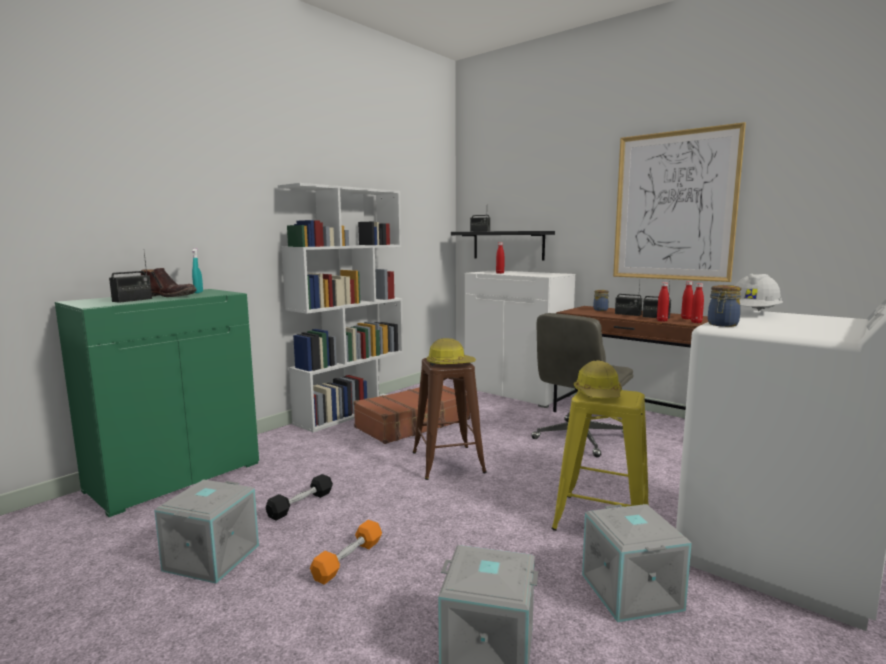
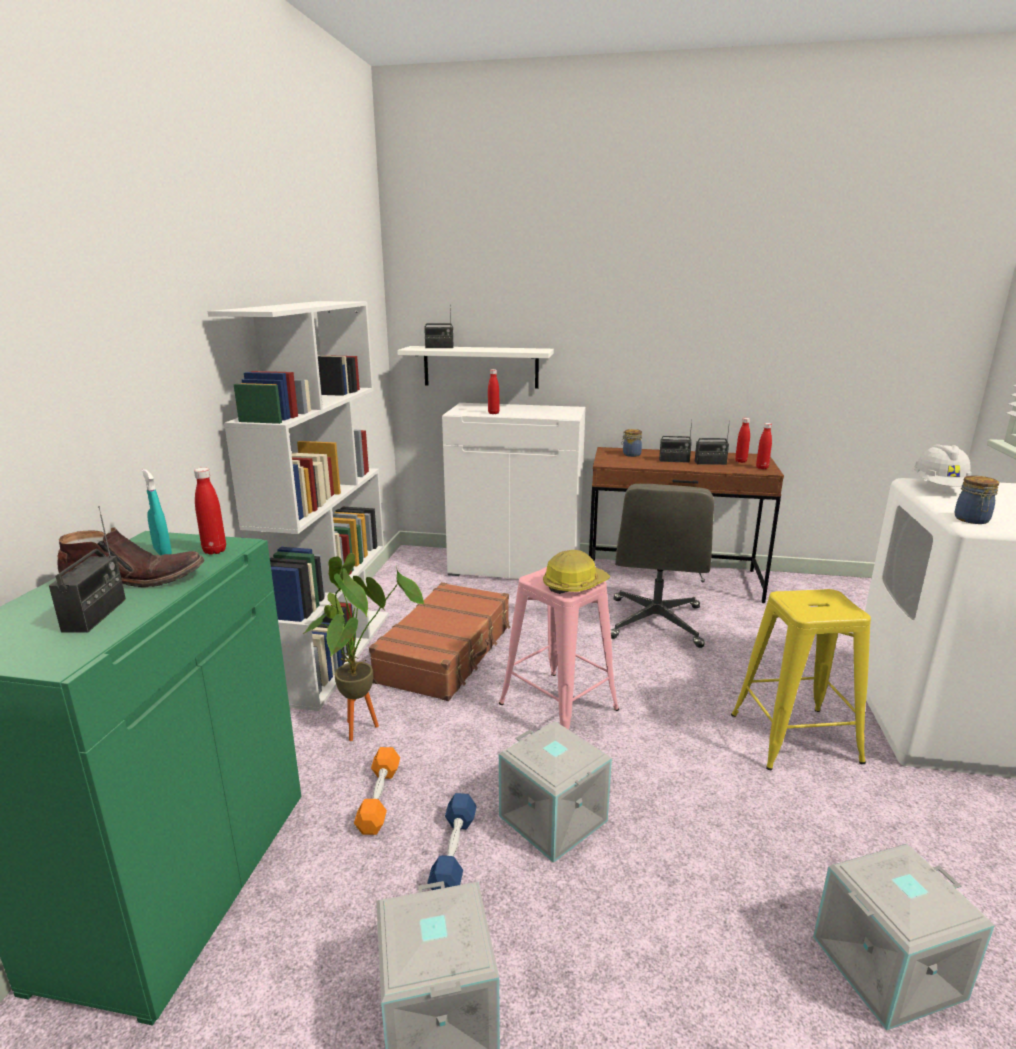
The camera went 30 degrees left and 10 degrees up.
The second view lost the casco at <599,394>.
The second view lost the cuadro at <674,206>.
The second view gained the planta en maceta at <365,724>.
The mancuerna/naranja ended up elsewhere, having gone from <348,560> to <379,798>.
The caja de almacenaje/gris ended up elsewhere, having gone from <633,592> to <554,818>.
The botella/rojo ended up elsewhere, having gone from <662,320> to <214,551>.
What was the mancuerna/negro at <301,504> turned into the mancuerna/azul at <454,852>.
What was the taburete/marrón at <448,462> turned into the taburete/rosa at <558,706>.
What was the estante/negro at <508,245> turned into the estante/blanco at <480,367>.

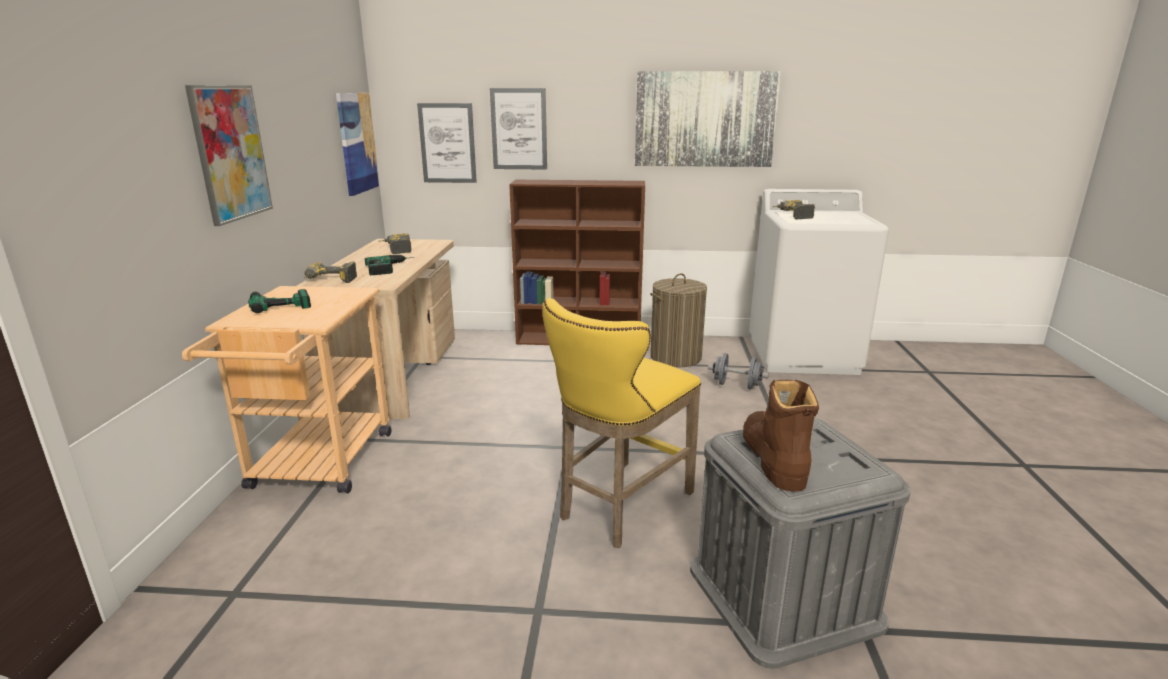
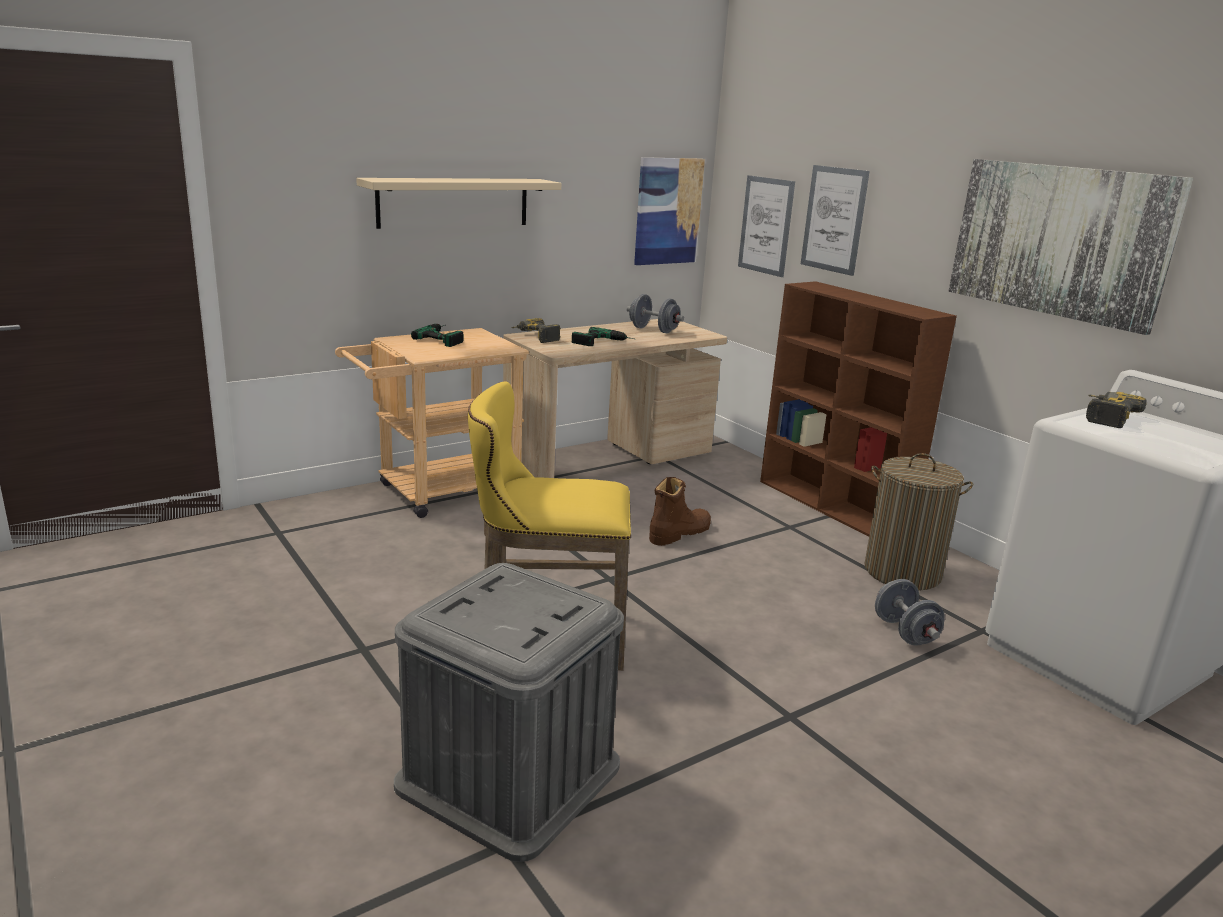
The camera went 50 degrees right and 0 degrees up.
The bota/marrón ended up elsewhere, having gone from <773,458> to <679,533>.
Where the cuadro hung at <230,153>, the estante/beis came to hang at <454,202>.
Where the taladro stood at <395,249>, the mancuerna/gris came to stand at <653,330>.

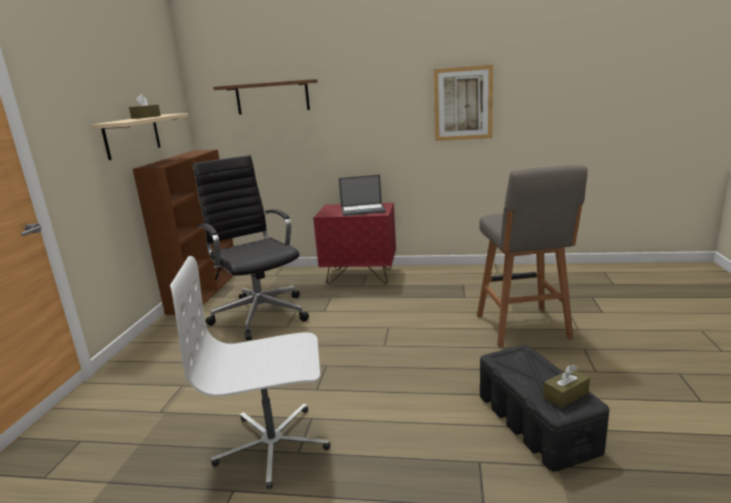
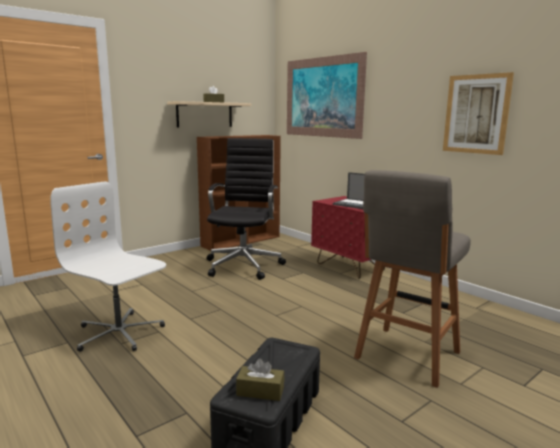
The camera went 40 degrees right and 5 degrees down.
Where the estante/marrón hung at <272,97>, the cuadro came to hang at <323,97>.

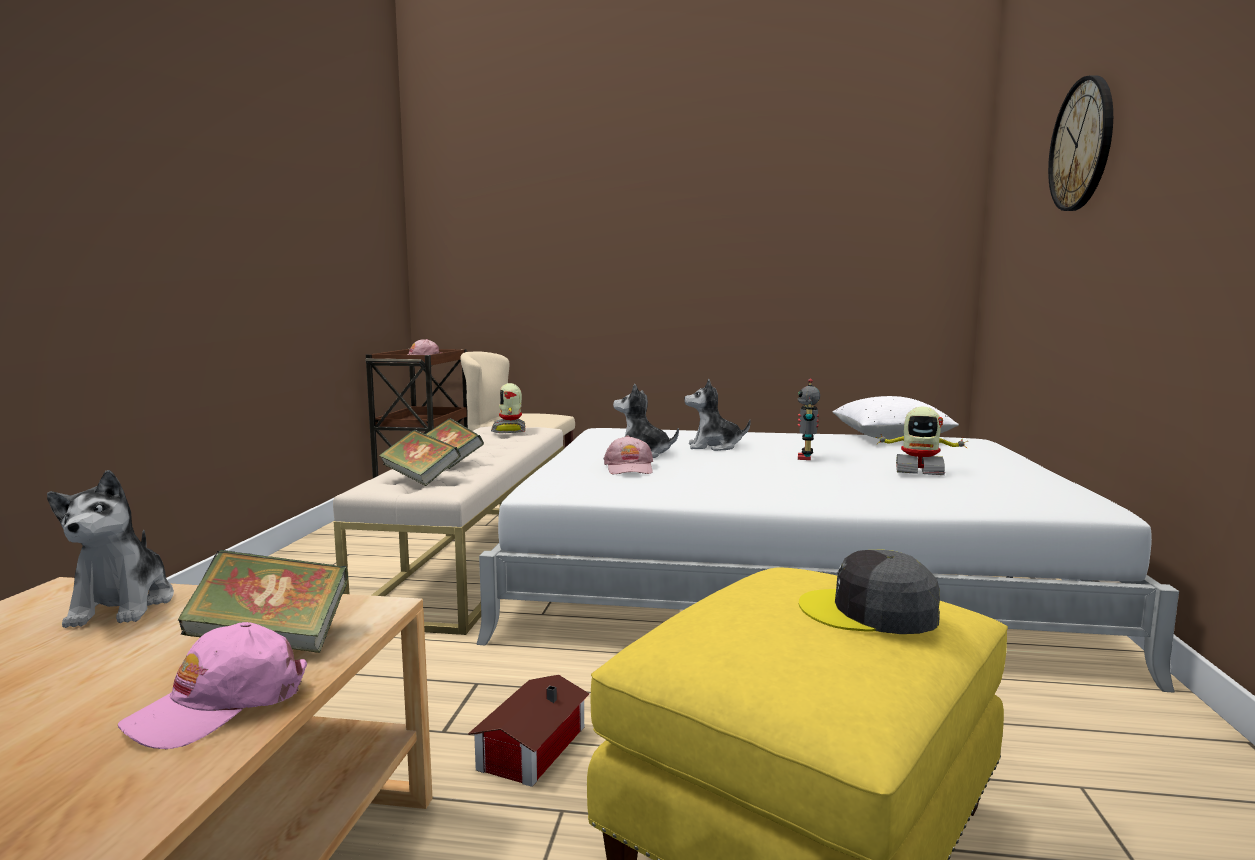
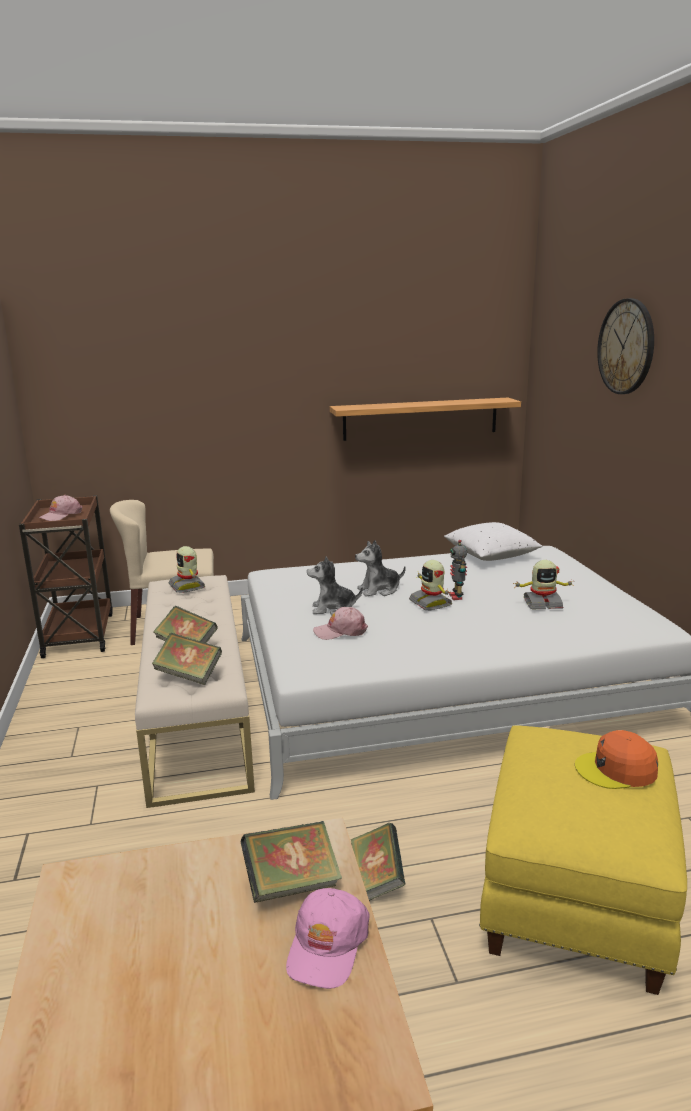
The camera went 20 degrees left and 10 degrees up.
The second view lost the peluche at <122,605>.
The second view gained the estante at <420,419>.
The second view gained the robot de juguete at <431,603>.
Where the casita stood at <528,748>, the libro came to stand at <376,879>.
What was the gorra/gris at <870,612> turned into the gorra/naranja at <616,769>.
The gorra/rosa at <629,468> ended up facing another way, 105 degrees clockwise from before.

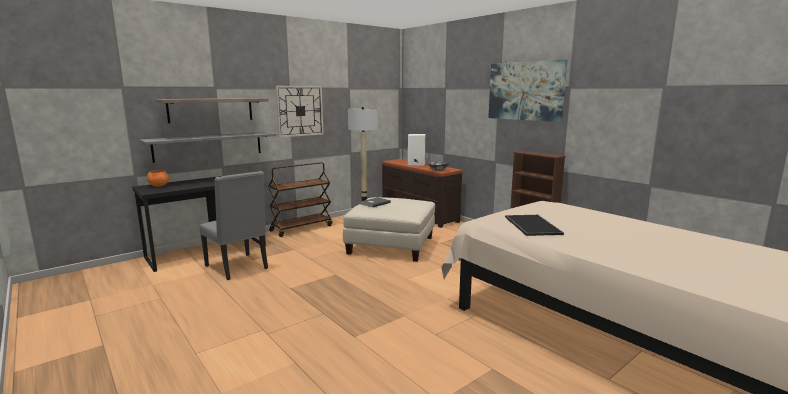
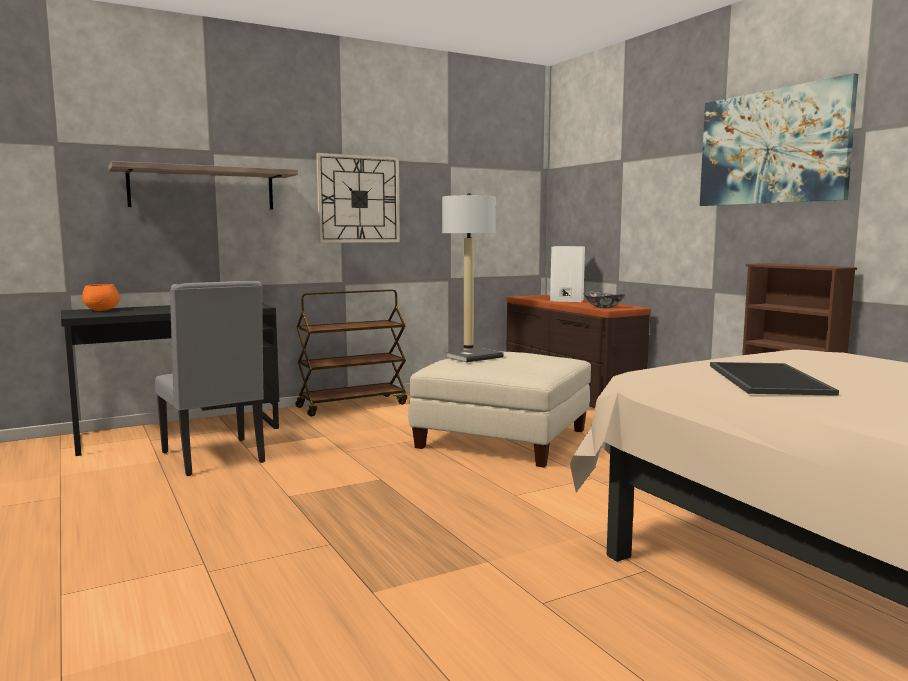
The camera went 10 degrees right and 5 degrees down.
The second view lost the estante/gris at <209,146>.

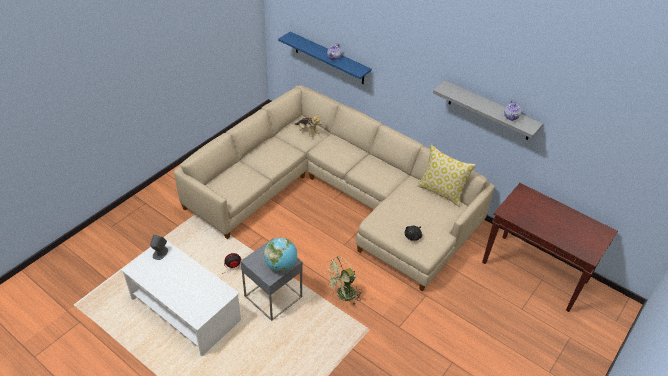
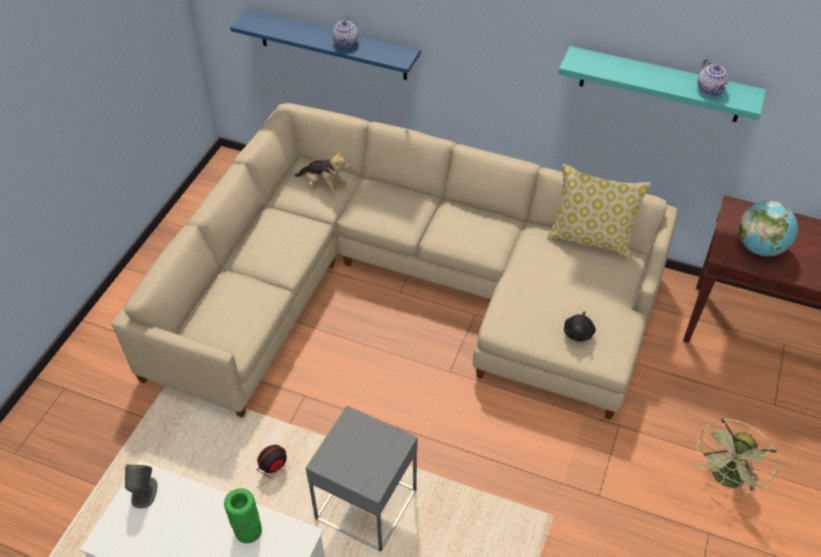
The camera went 15 degrees left and 5 degrees up.
The second view gained the florero/verde at <248,530>.
The globo terráqueo ended up elsewhere, having gone from <281,265> to <759,247>.
The ventilador/verde ended up elsewhere, having gone from <343,296> to <726,479>.
What was the estante/gris at <489,111> turned into the estante/turquesa at <660,85>.

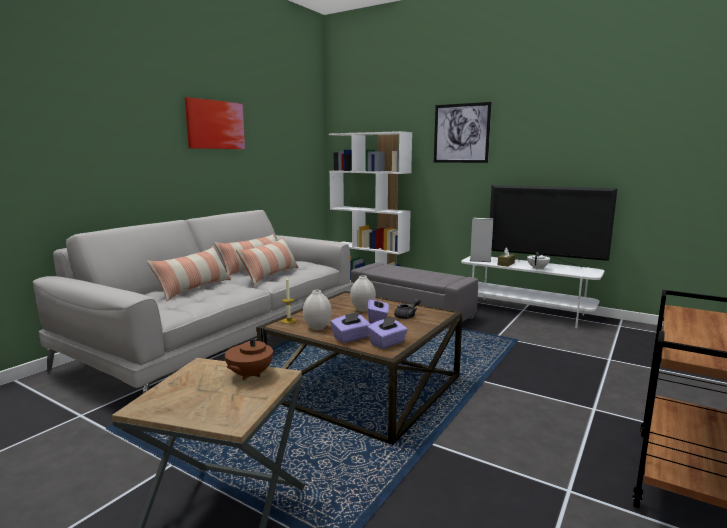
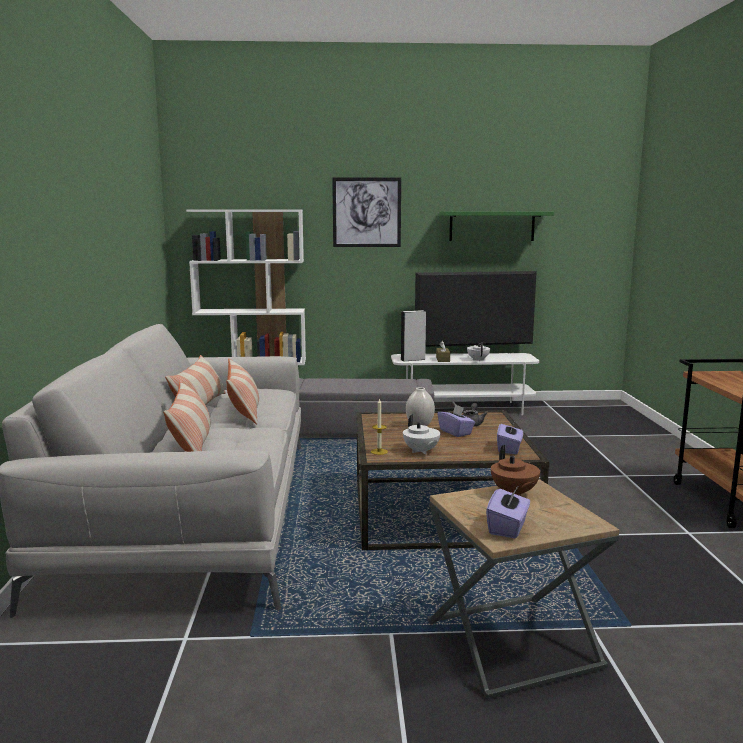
The camera went 35 degrees left and 0 degrees up.
The second view lost the cuadro at <215,125>.
The second view gained the estante/verde at <492,226>.
The caja de pañuelos/morado ended up elsewhere, having gone from <351,338> to <508,528>.
Where the florero/blanco stood at <317,328>, the tetera/blanco came to stand at <421,451>.

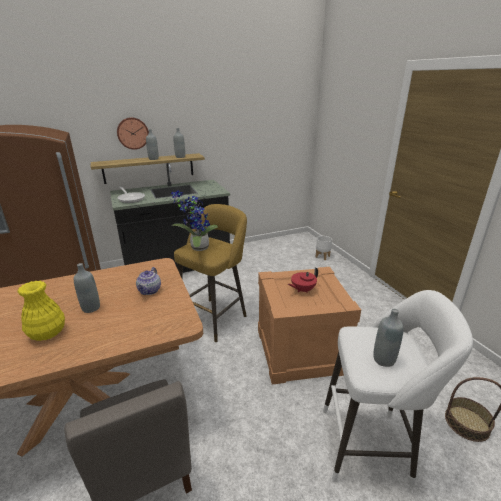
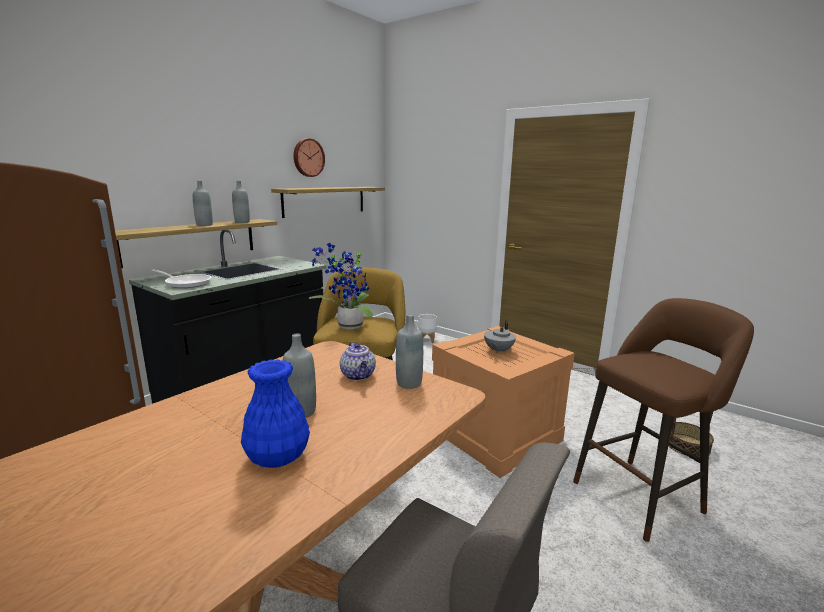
The camera went 30 degrees left and 10 degrees down.
The second view gained the estante at <325,201>.
The reloj de pared ended up elsewhere, having gone from <132,133> to <308,157>.
The botella/gris ended up elsewhere, having gone from <383,359> to <409,383>.
What was the florero/amarillo at <47,333> turned into the florero/azul at <276,457>.
What was the tetera/rojo at <302,290> turned into the tetera/gris at <498,350>.
What was the taburete/blanco at <370,445> turned into the taburete/marrón at <642,495>.

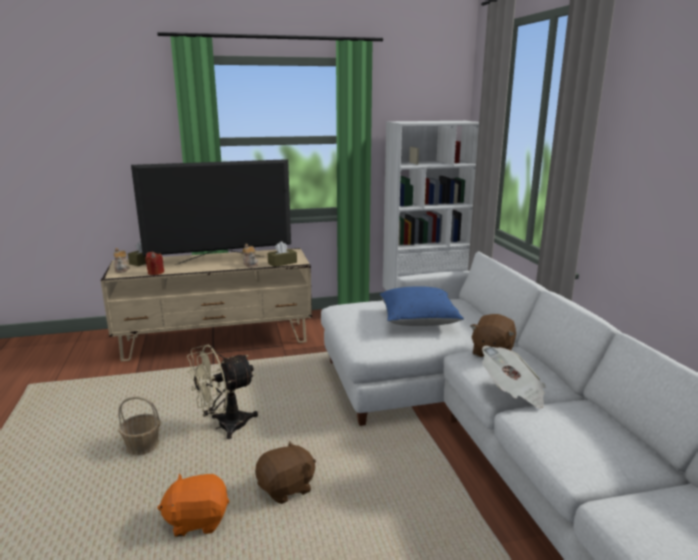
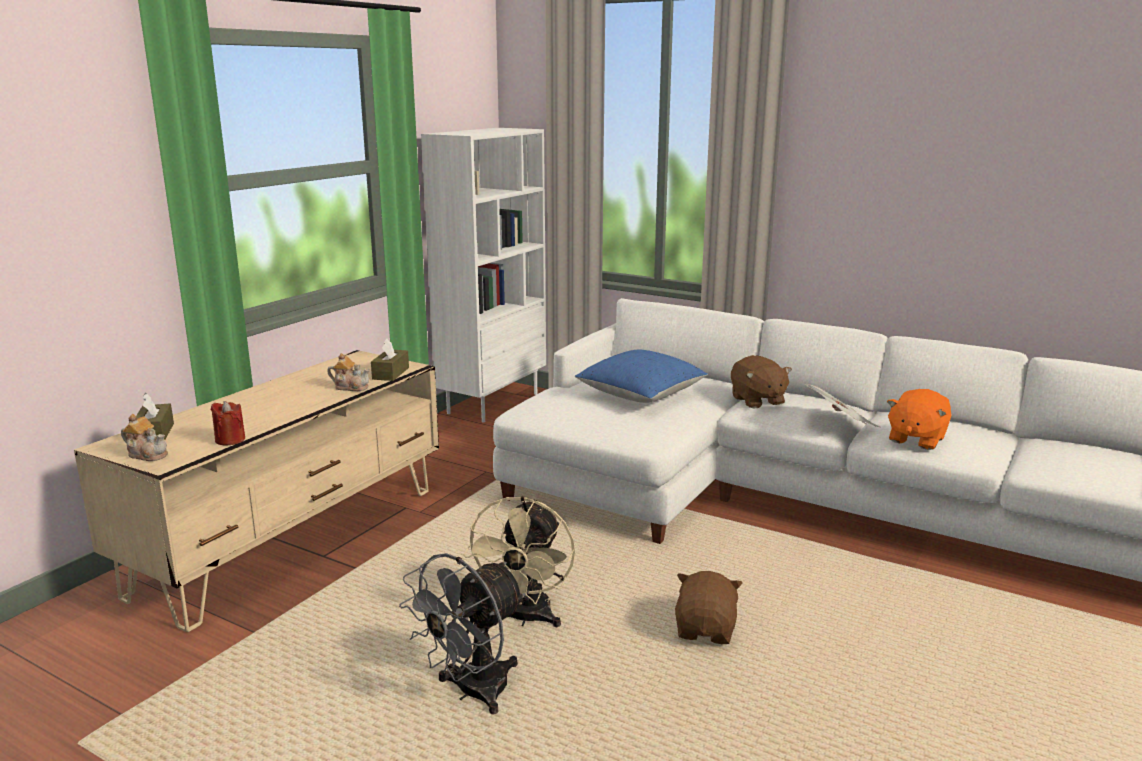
The camera went 45 degrees left and 0 degrees up.
The second view lost the televisor at <220,260>.
The peluche/naranja ended up elsewhere, having gone from <197,520> to <916,439>.
Where the cesta stood at <143,446>, the ventilador/gris came to stand at <472,693>.

